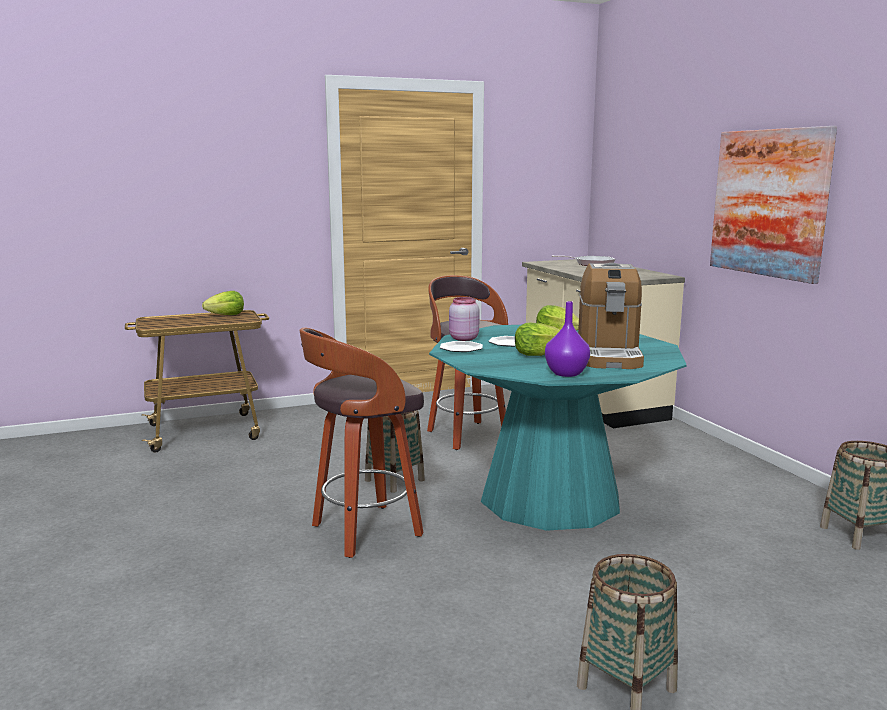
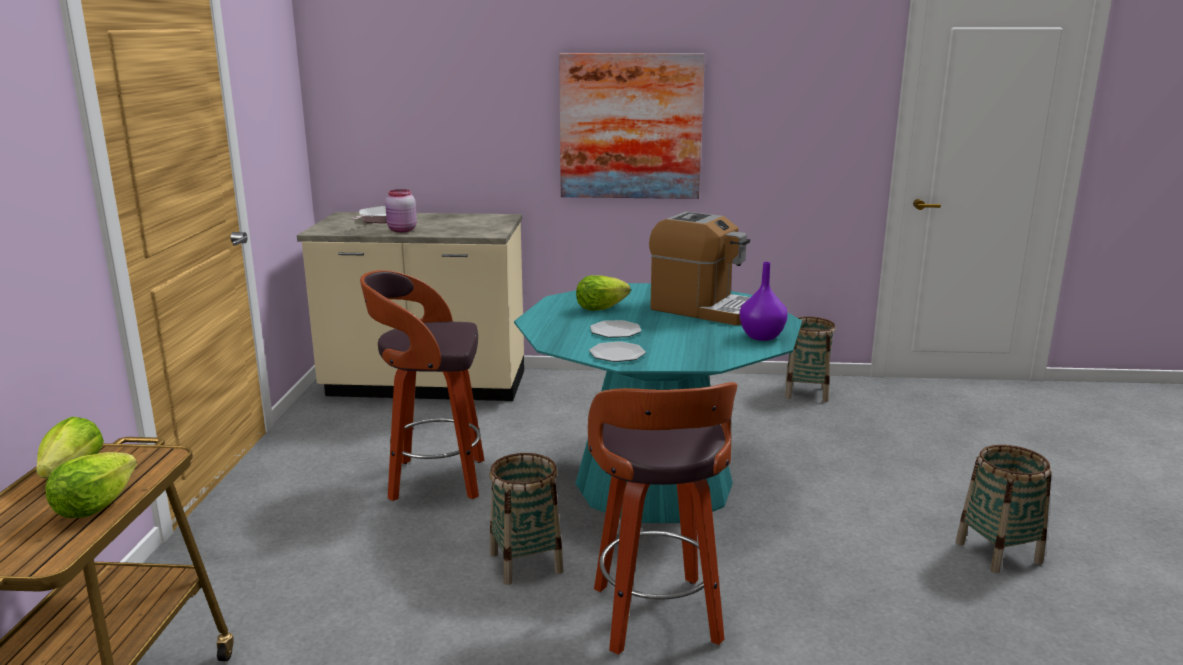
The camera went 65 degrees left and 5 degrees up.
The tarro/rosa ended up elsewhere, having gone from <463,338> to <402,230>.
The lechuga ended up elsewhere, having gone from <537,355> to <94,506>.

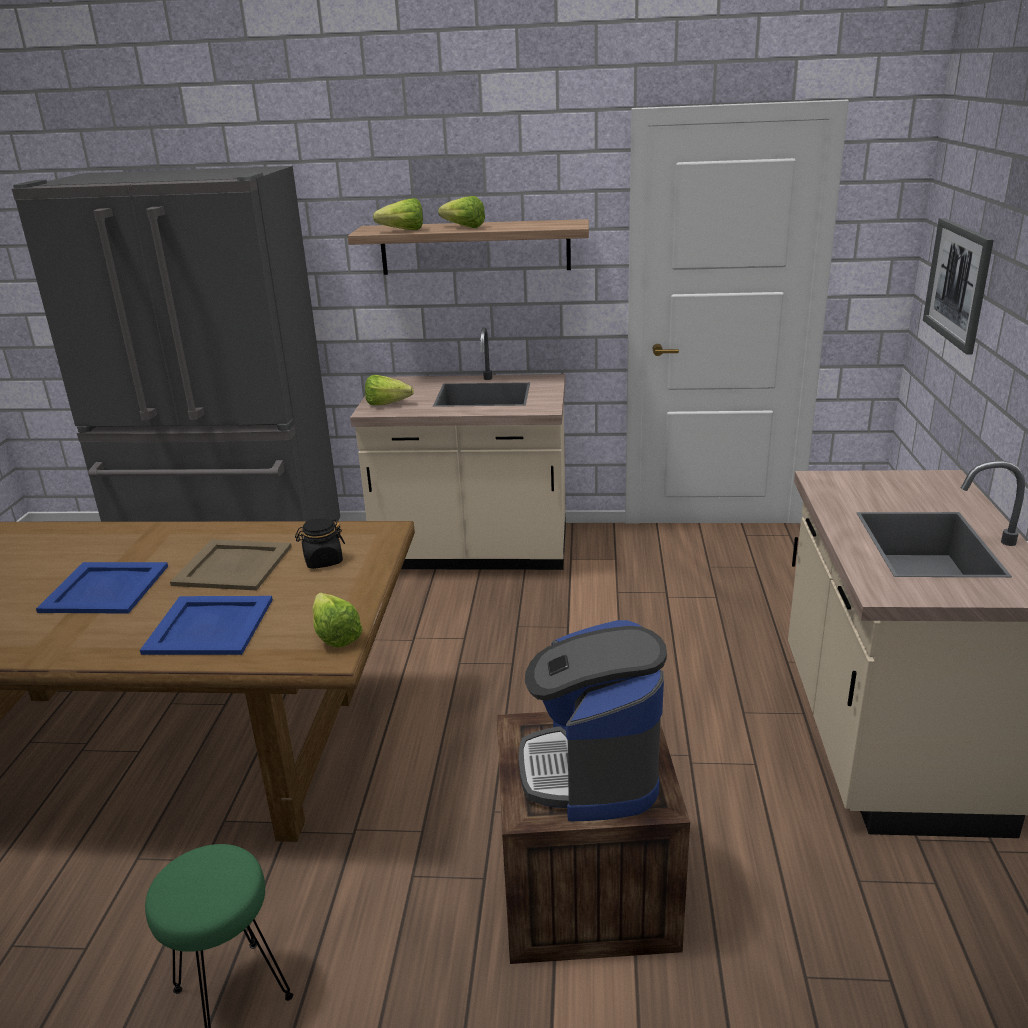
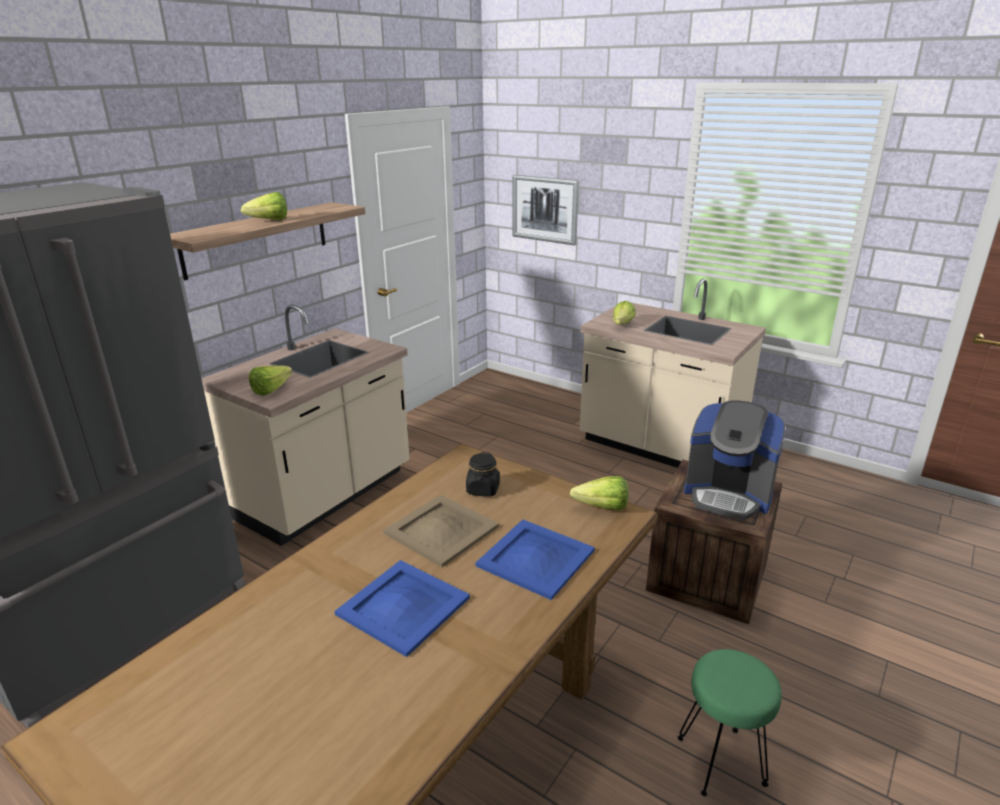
The camera went 60 degrees left and 0 degrees up.
The lechuga ended up elsewhere, having gone from <399,231> to <620,326>.

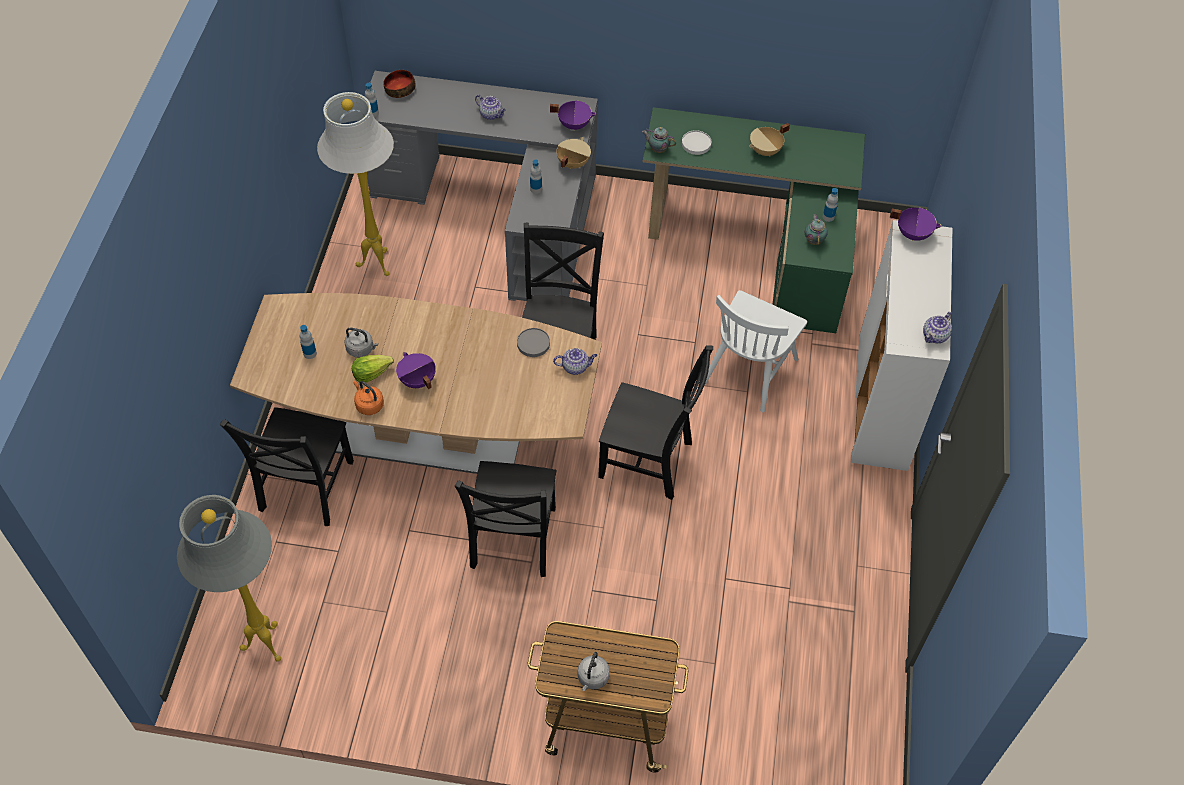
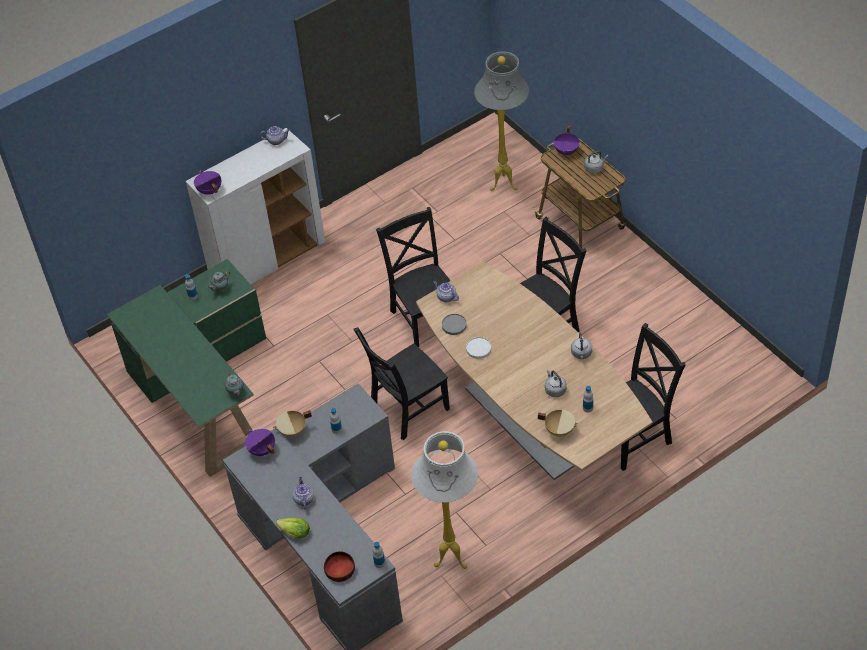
The camera went 130 degrees left and 5 degrees down.
The second view lost the silla/blanco at <749,370>.
The lámpara de pie/gris ended up elsewhere, having gone from <264,646> to <505,185>.
The lechuga ended up elsewhere, having gone from <371,373> to <294,532>.
The olla/morado ended up elsewhere, having gone from <417,381> to <567,151>.
The plato/blanco ended up elsewhere, having gone from <696,144> to <478,348>.
The olla/beis ended up elsewhere, having gone from <765,151> to <559,430>.
What was the hervidor/naranja at <368,405> turned into the hervidor/gris at <581,354>.

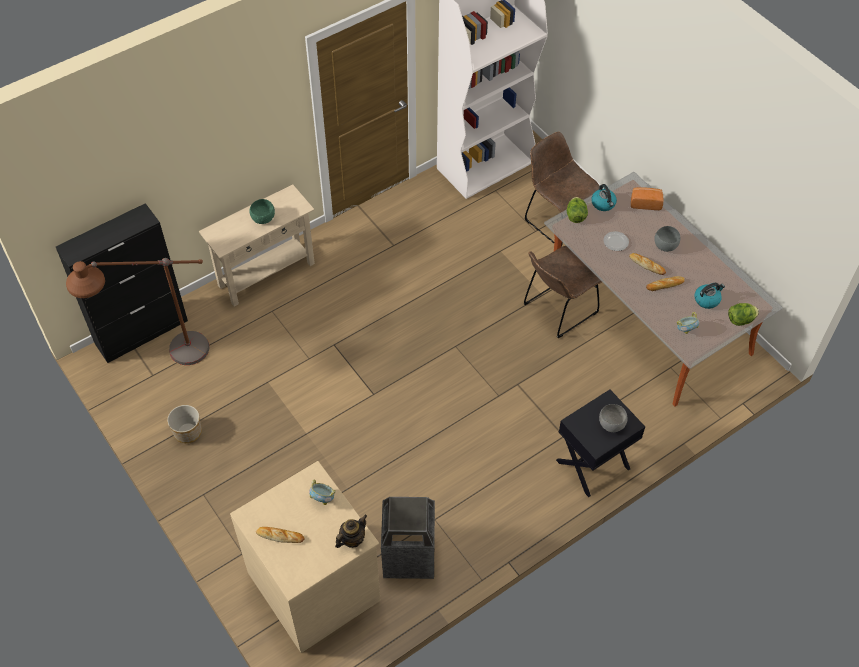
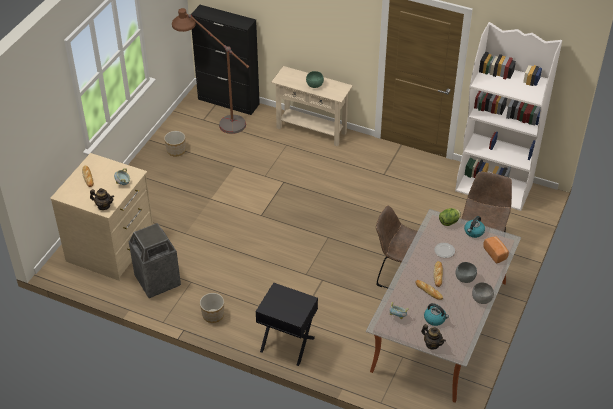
The camera went 60 degrees right and 10 degrees down.
The second view gained the maceta at <212,315>.
The cuenco/gris ended up elsewhere, having gone from <611,424> to <481,299>.
Where the lechuga stood at <740,320>, the tetera came to stand at <432,344>.

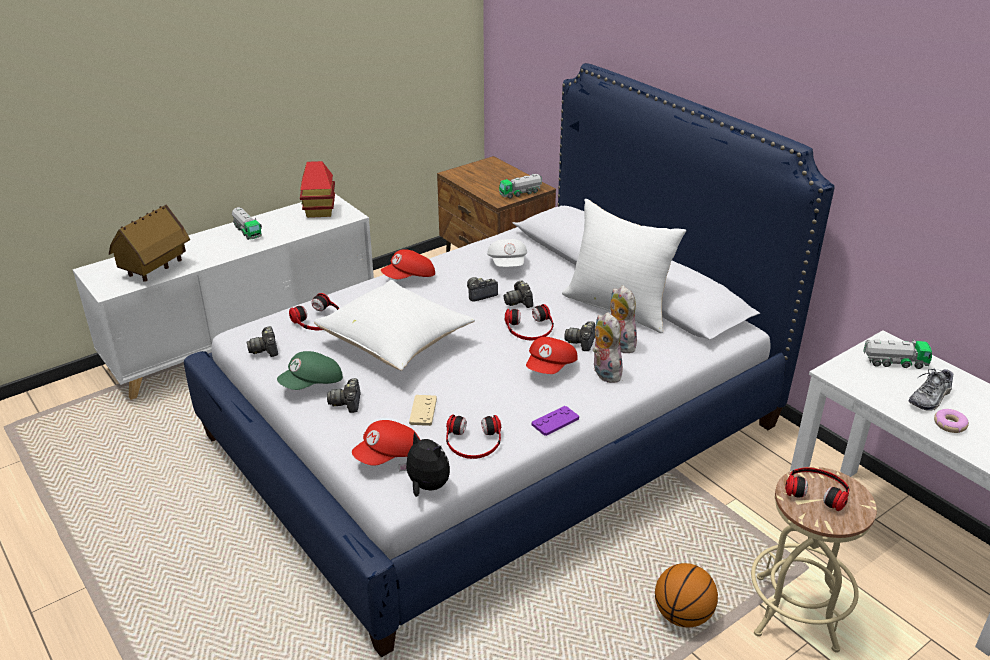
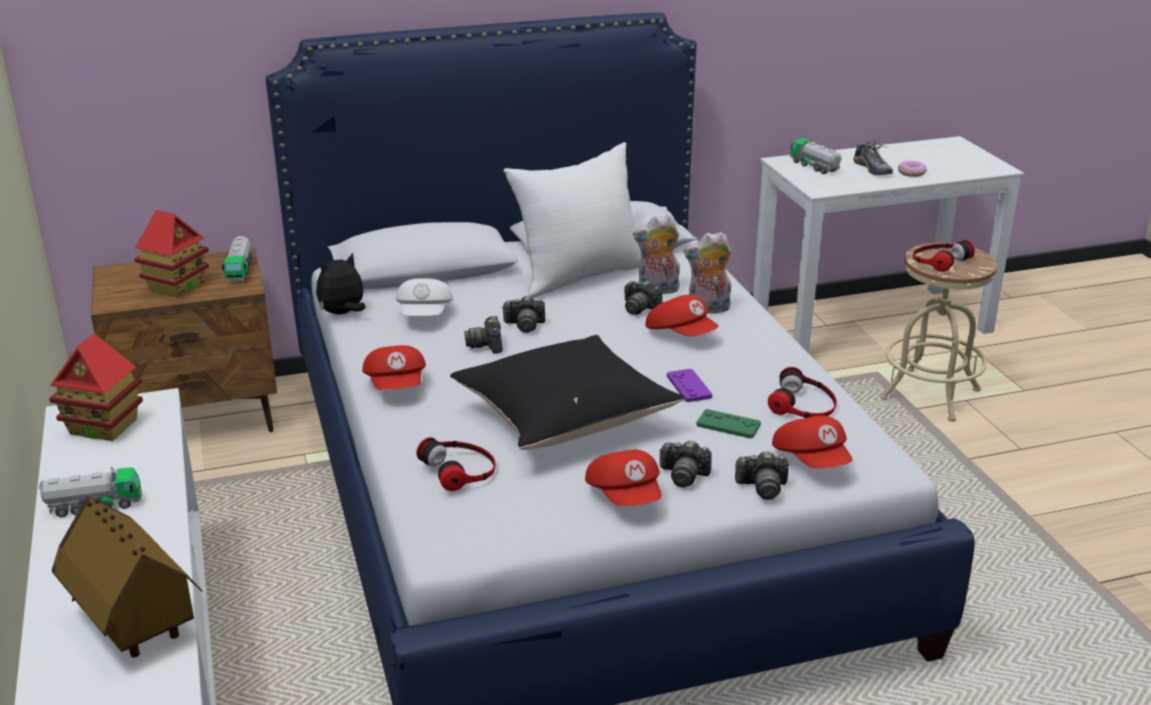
The camera went 70 degrees left and 5 degrees down.
The second view lost the auriculares at <530,328>.
The second view lost the balón de baloncesto at <682,615>.
The second view gained the casita at <177,286>.
The cámara ended up elsewhere, having gone from <265,349> to <762,487>.
The peluche ended up elsewhere, having gone from <426,487> to <343,313>.
The mando de consola/morado ended up elsewhere, having gone from <555,421> to <689,386>.
What was the gorra/verde at <312,384> turned into the gorra/rojo at <626,496>.
What was the cojín/blanco at <397,343> turned into the cojín/negro at <565,419>.
What was the mando de consola/beis at <423,411> turned into the mando de consola/verde at <728,425>.
The gorra/blanco at <508,264> ended up facing another way, 75 degrees clockwise from before.
The camión de juguete at <894,362> ended up facing another way, 60 degrees counterclockwise from before.

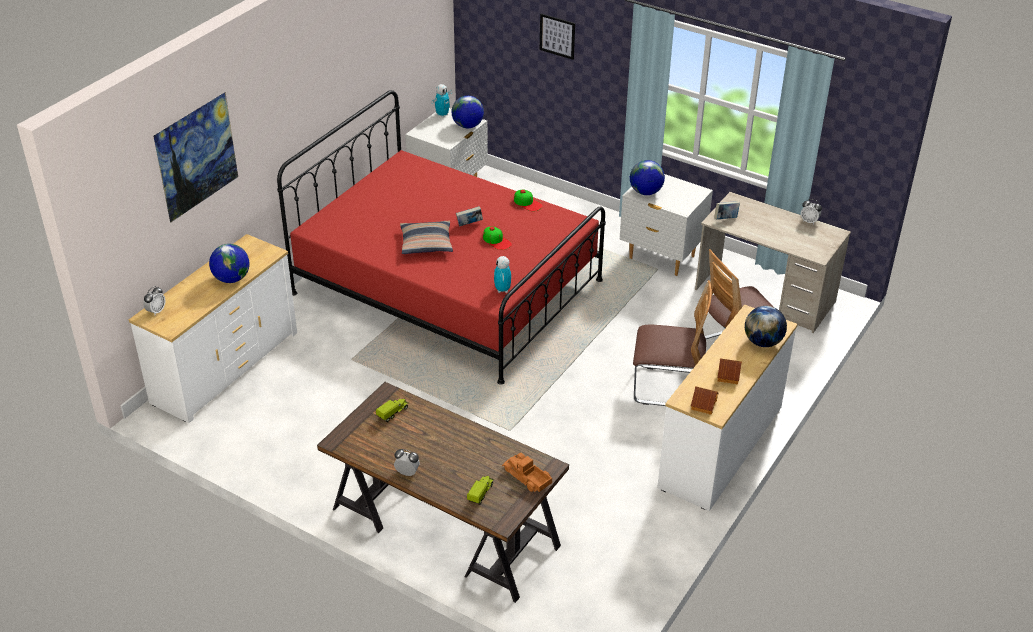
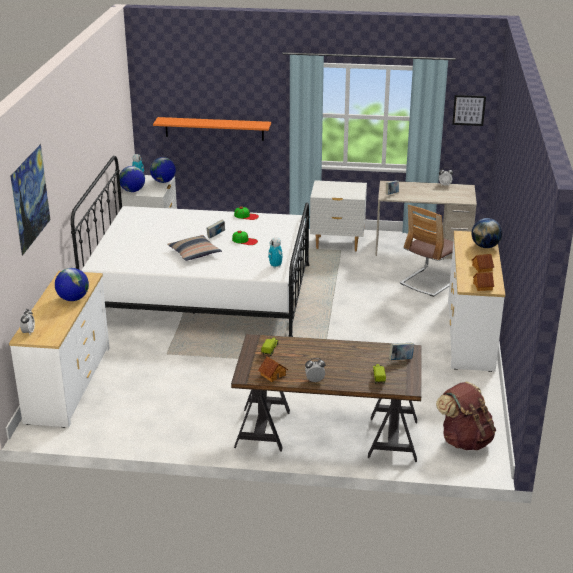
The camera went 25 degrees left and 10 degrees down.
The second view lost the silla at <667,388>.
The second view gained the estante/naranja at <214,128>.
The second view gained the casita at <272,374>.
The second view gained the mochila/marrón at <465,440>.
The cuadro ended up elsewhere, having gone from <557,36> to <468,110>.
The globo terráqueo ended up elsewhere, having gone from <645,192> to <132,191>.
Where the camión de juguete stood at <526,477>, the libro came to stand at <400,360>.
What was the cama/rojo at <447,286> turned into the cama/blanco at <201,294>.

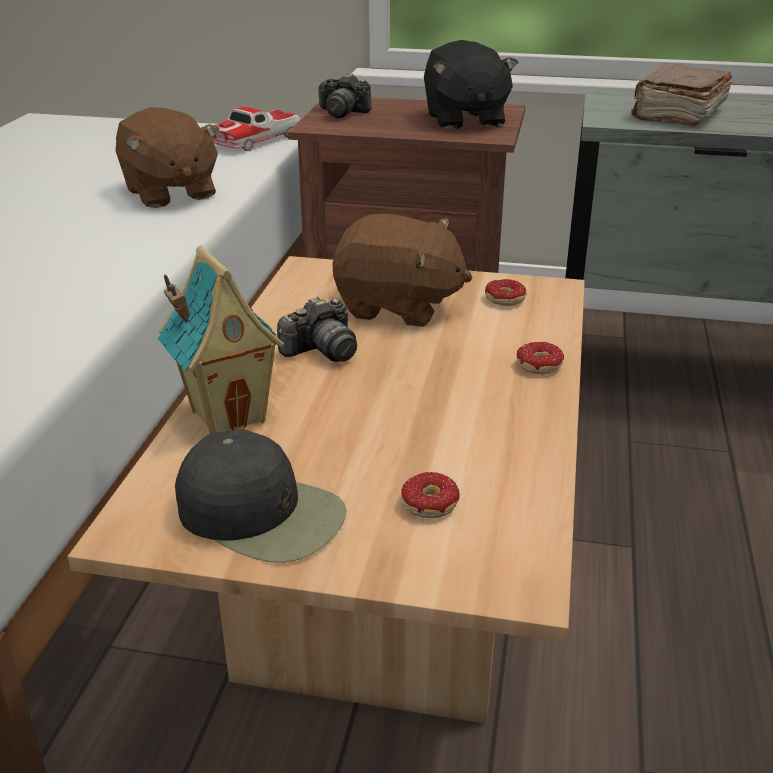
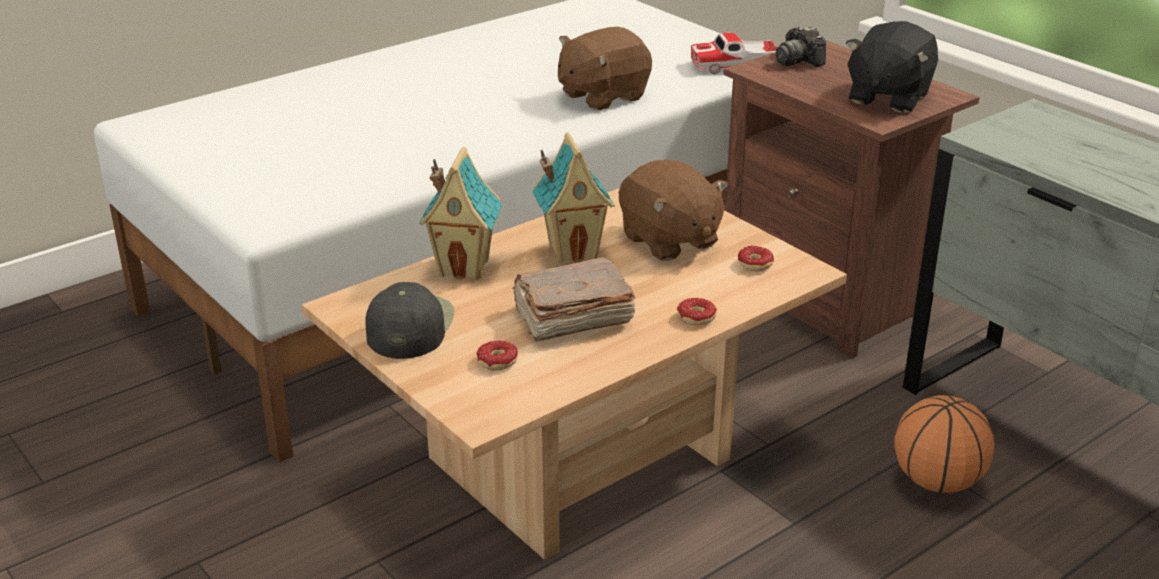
The camera went 40 degrees right and 0 degrees up.
The second view gained the balón de baloncesto at <937,482>.
The libro/marrón ended up elsewhere, having gone from <677,114> to <571,318>.
Where the cámara stood at <322,351>, the casita came to stand at <573,251>.
The peluche/marrón at <169,193> ended up facing another way, 45 degrees clockwise from before.
The gorra/negro at <262,513> ended up facing another way, 150 degrees counterclockwise from before.

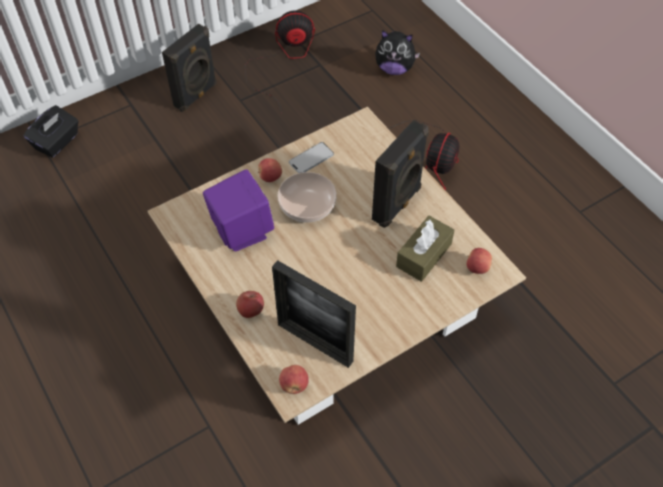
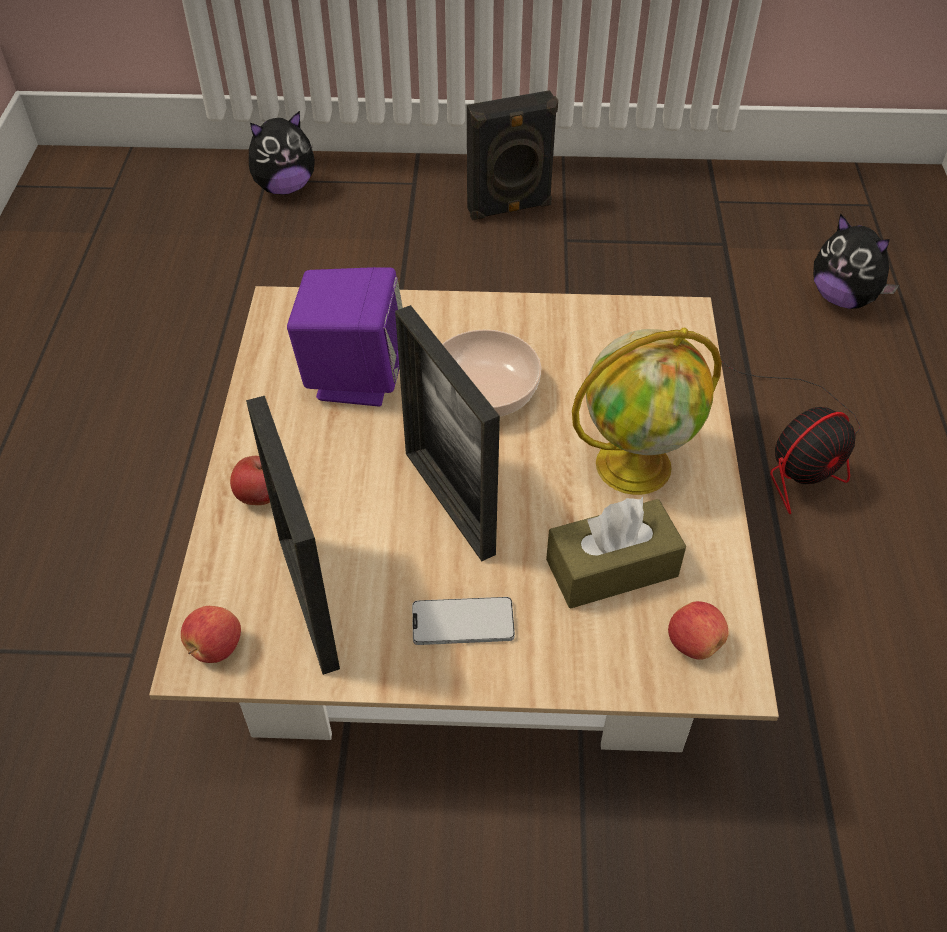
The camera went 35 degrees right and 5 degrees down.
The second view lost the ventilador at <283,60>.
The second view lost the manzana at <270,177>.
The second view gained the portarretratos at <449,502>.
The móvil ended up elsewhere, having gone from <311,159> to <463,622>.
Where the caja de pañuelos/negro stood at <57,142>, the peluche came to stand at <285,187>.
Where the altavoz/negro stood at <398,204>, the globo terráqueo came to stand at <635,464>.

